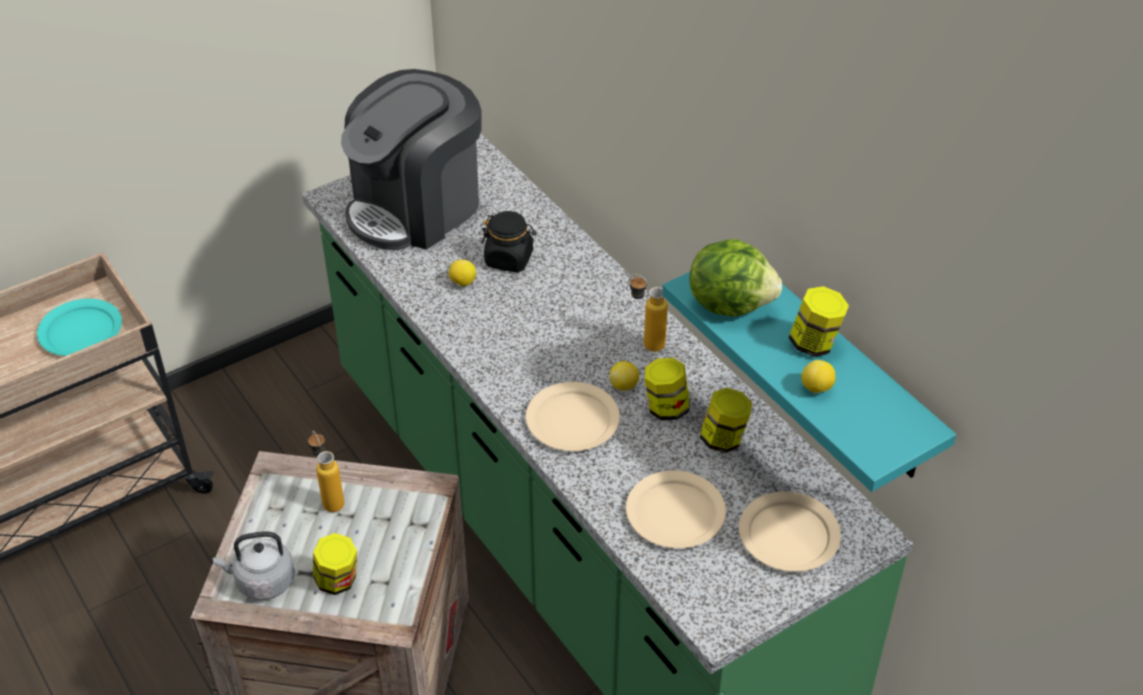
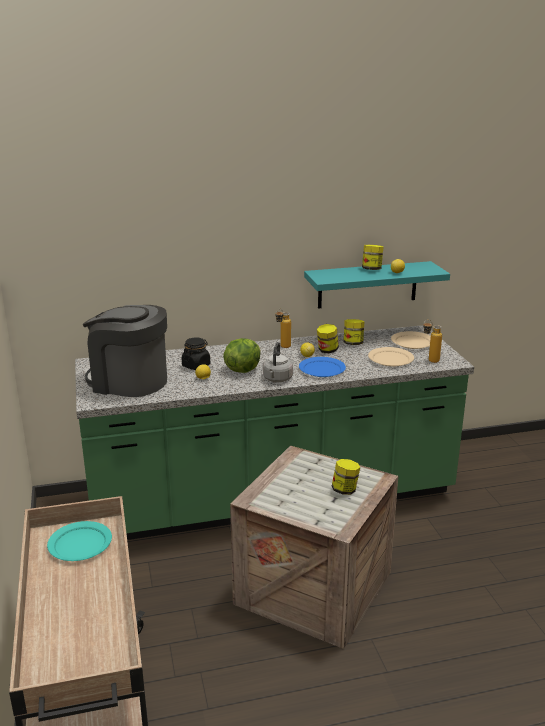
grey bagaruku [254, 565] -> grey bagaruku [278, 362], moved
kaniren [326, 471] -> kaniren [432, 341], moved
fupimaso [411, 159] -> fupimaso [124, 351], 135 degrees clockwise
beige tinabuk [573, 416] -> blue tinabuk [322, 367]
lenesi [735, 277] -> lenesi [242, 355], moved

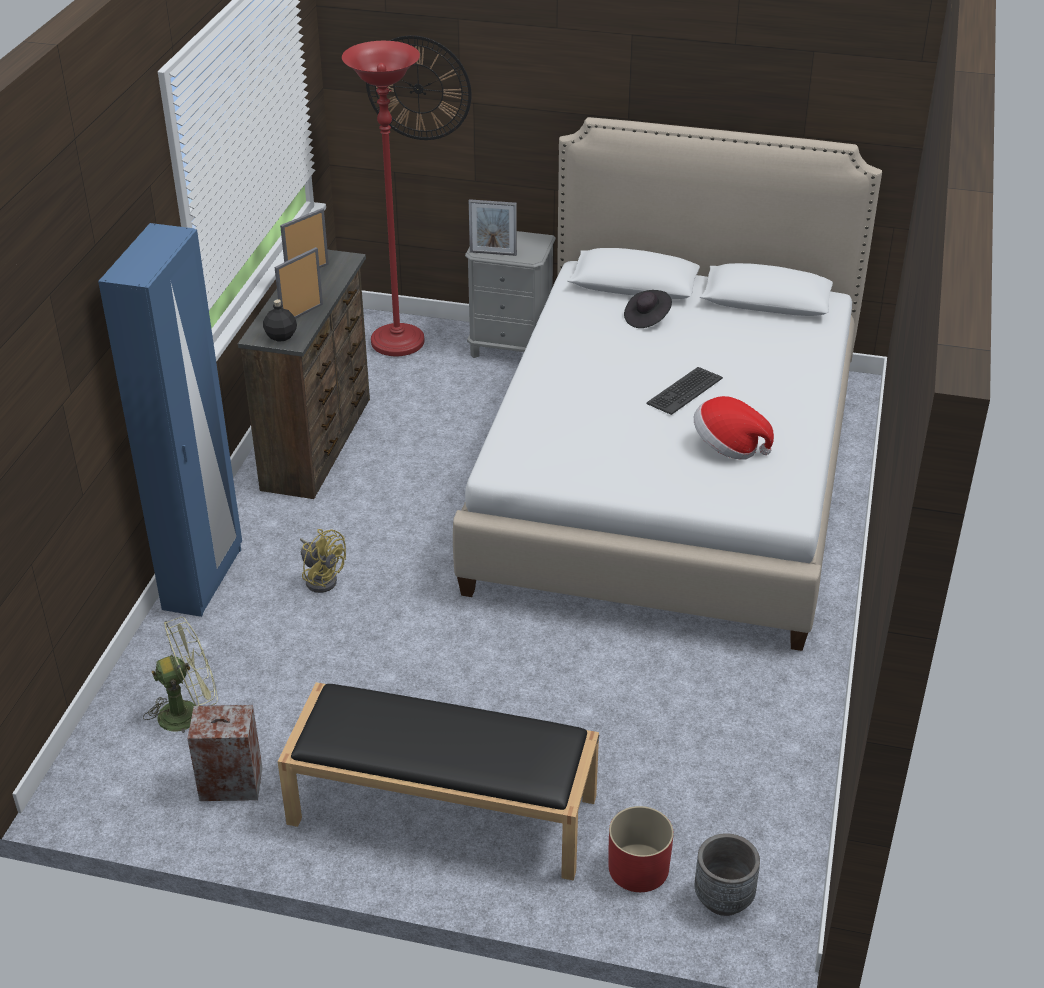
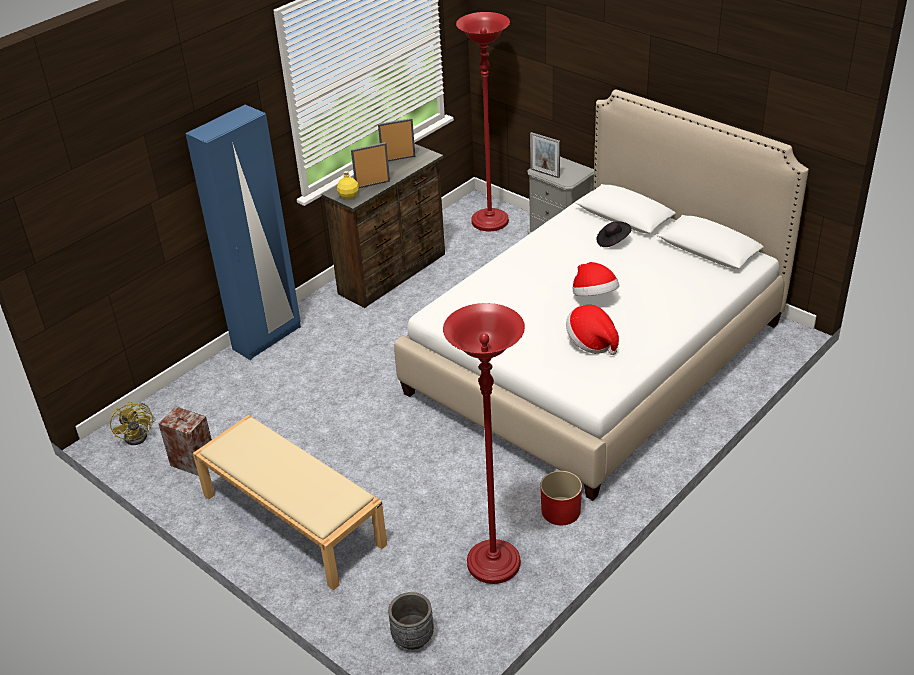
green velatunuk [180, 675] -> none
black kaniren [280, 320] -> yellow kaniren [348, 185]
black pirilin [438, 781] -> beige pirilin [290, 502]
yellow velatunuk [323, 561] -> yellow velatunuk [133, 423], moved
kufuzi [419, 87] -> none
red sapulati [641, 849] -> red sapulati [561, 498], moved
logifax [684, 391] -> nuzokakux [596, 279]
none -> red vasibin [484, 443]

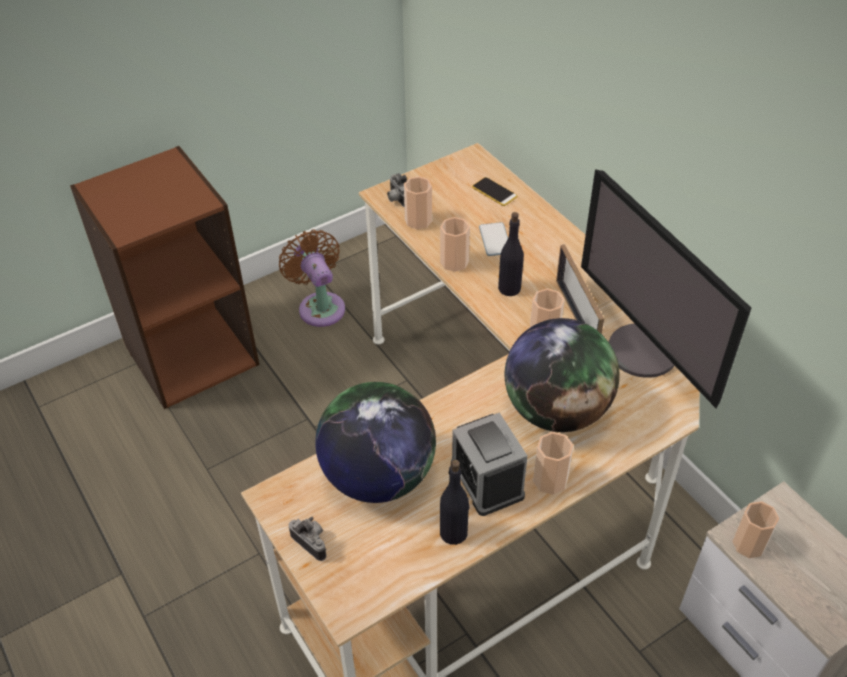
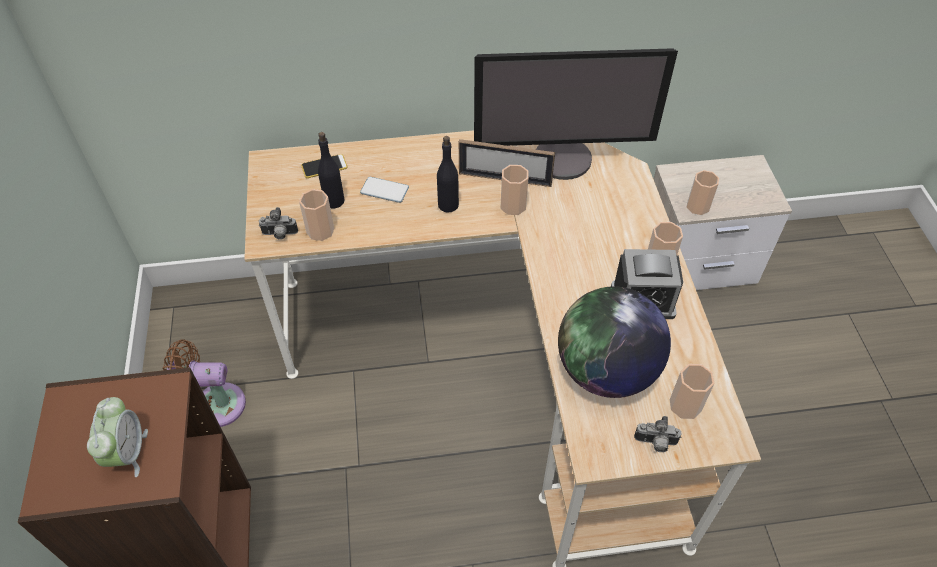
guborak [308, 539] -> guborak [657, 434], 150 degrees counterclockwise
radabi [455, 244] -> radabi [692, 391], moved
black kaniren [455, 502] -> black kaniren [331, 170], moved
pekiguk [562, 375] -> none
none -> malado [117, 437]

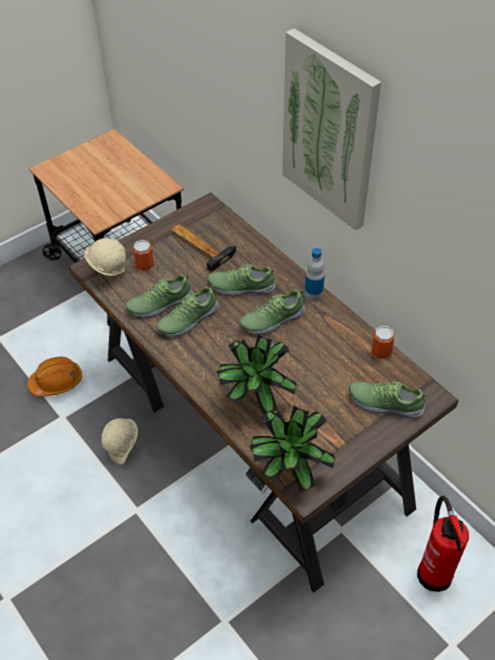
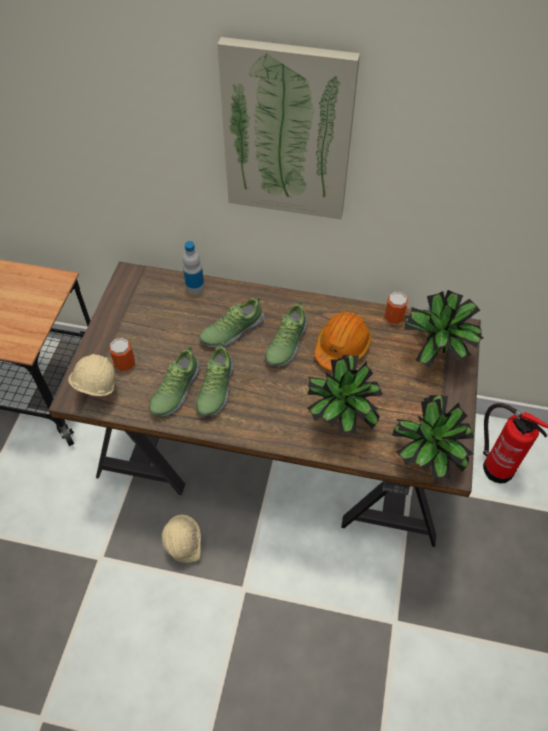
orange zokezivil [54, 377] -> orange zokezivil [342, 341], moved
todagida [204, 248] -> none
kaniren [315, 274] -> kaniren [194, 268], moved
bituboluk [388, 399] -> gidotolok [444, 329]

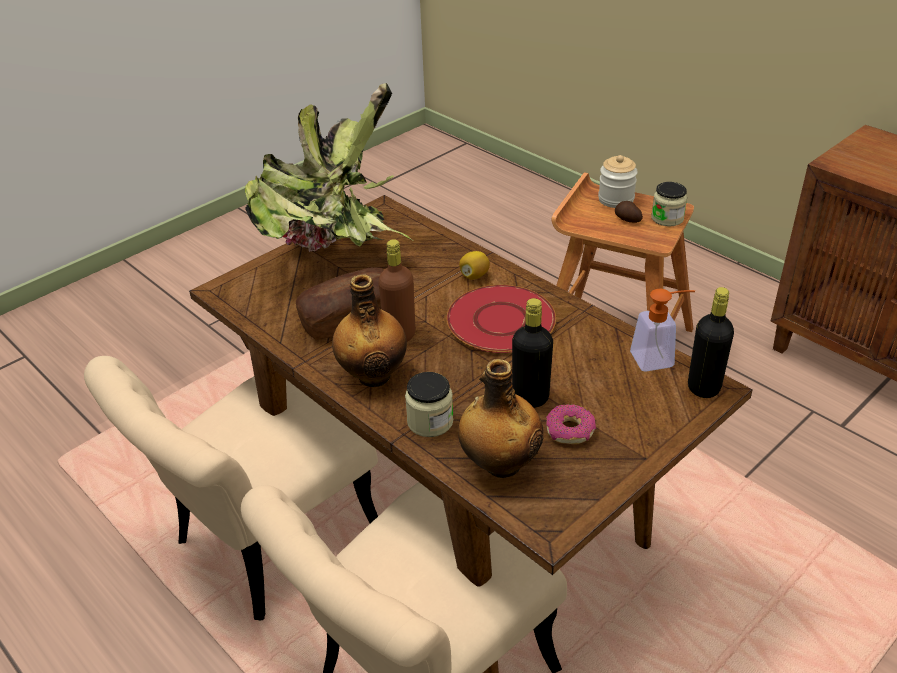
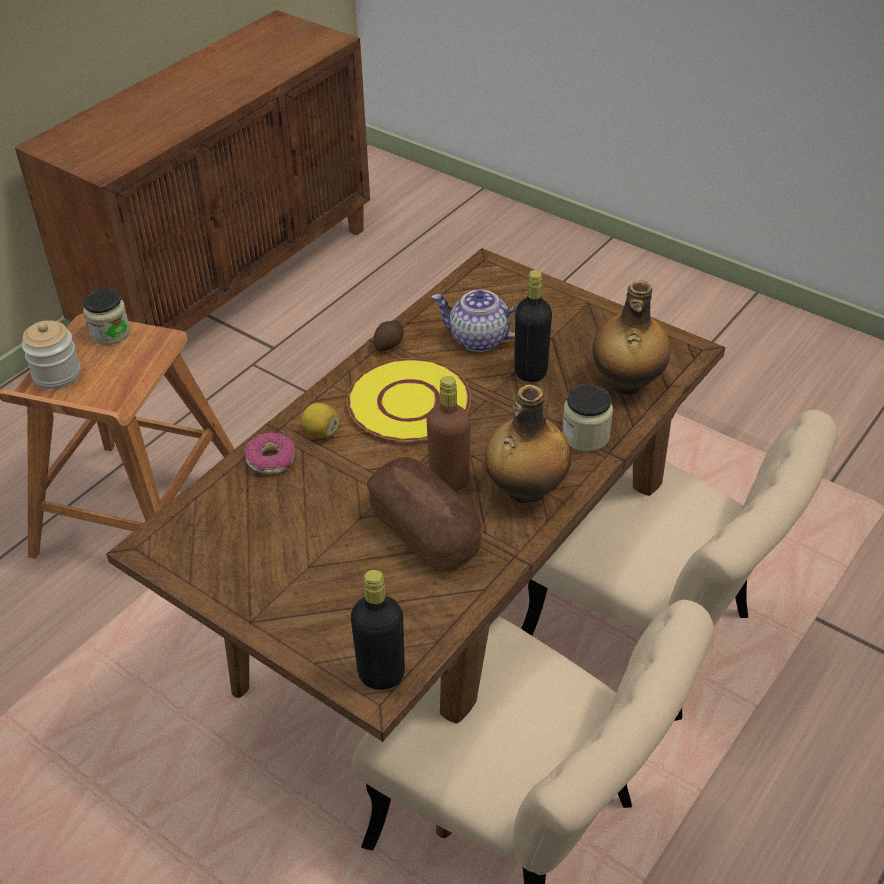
gidotolok [329, 167] -> none
red tinabuk [501, 319] -> yellow tinabuk [409, 400]
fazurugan [571, 424] -> fazurugan [269, 453], moved
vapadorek [629, 212] -> vapadorek [388, 335], moved
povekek [662, 330] -> none
black kaniren [711, 342] -> black kaniren [378, 630], moved
none -> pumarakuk [474, 321]

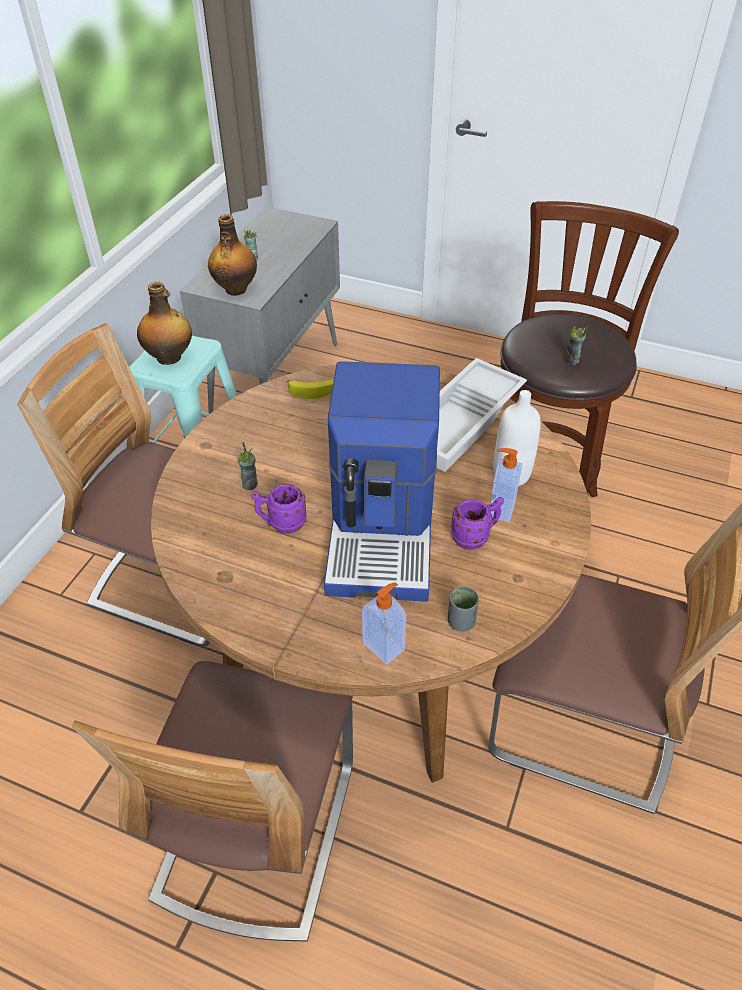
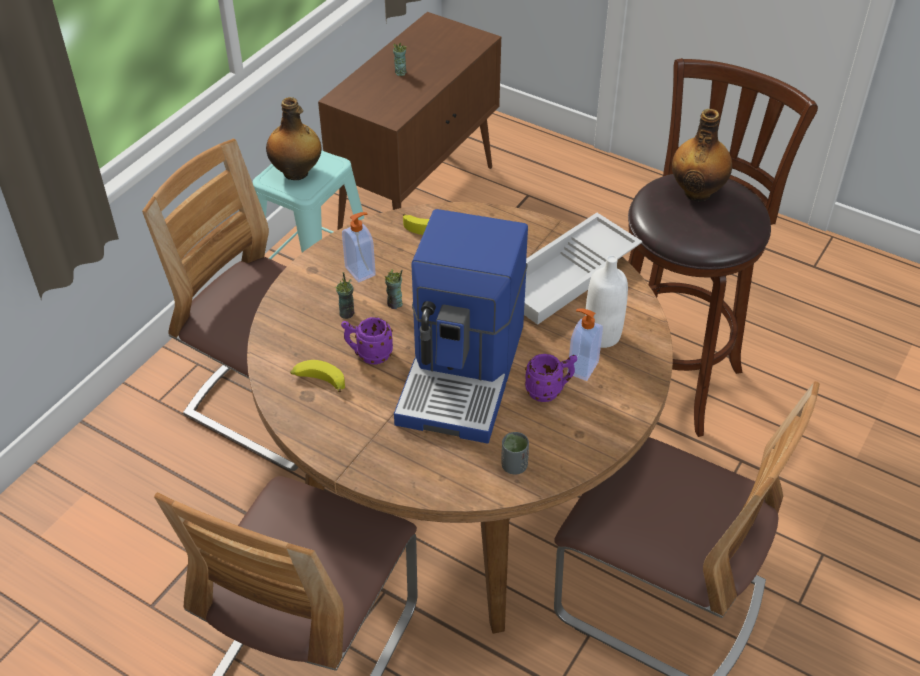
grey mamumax [260, 310] -> brown mamumax [409, 121]
kaniren [232, 255] -> kaniren [702, 155], moved
povekek [384, 623] -> povekek [359, 247], moved
radabi [577, 344] -> radabi [394, 289], moved
none -> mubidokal [317, 376]

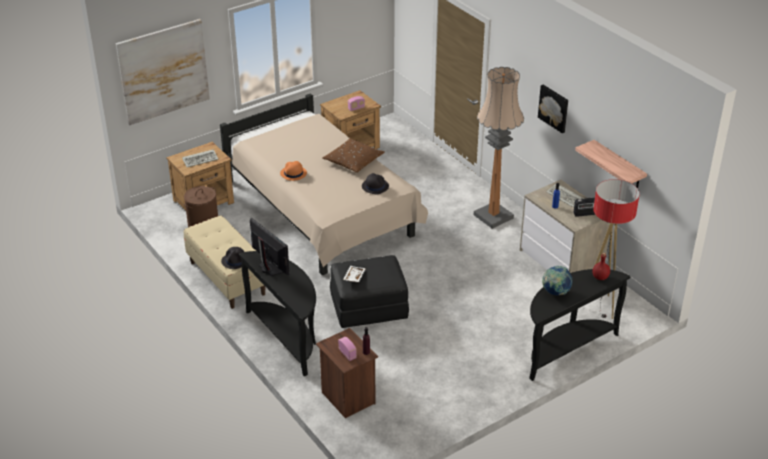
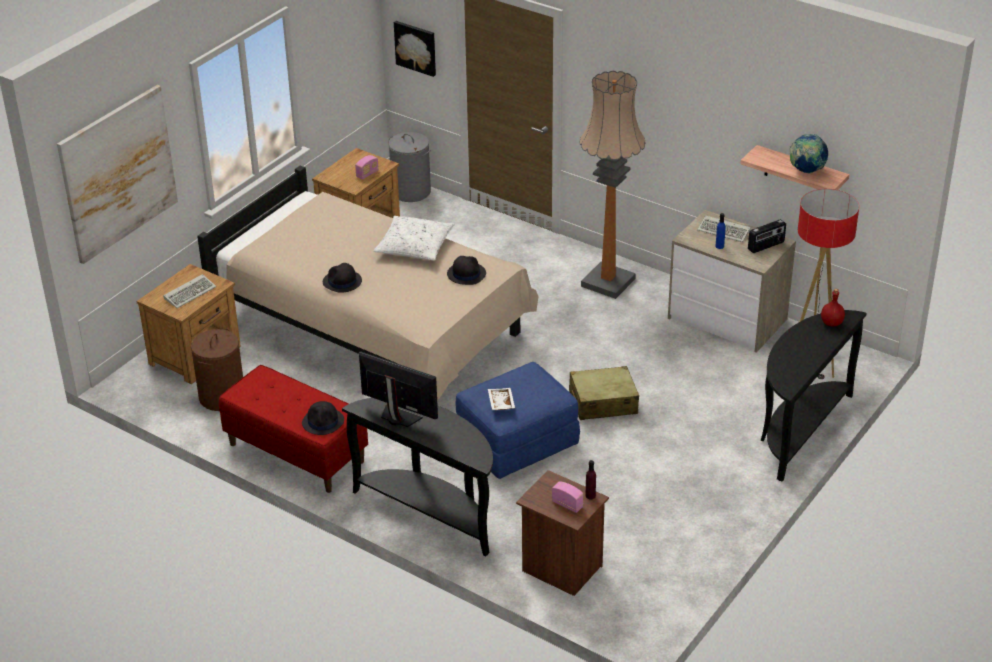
beige pirilin [224, 262] -> red pirilin [293, 429]
orange nuzokakux [293, 171] -> black nuzokakux [342, 278]
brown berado [354, 155] -> white berado [414, 238]
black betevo [369, 291] -> blue betevo [518, 420]
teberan [553, 109] -> teberan [415, 49], moved
pekiguk [557, 281] -> pekiguk [809, 153], moved
none -> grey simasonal [409, 167]
none -> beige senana [604, 393]

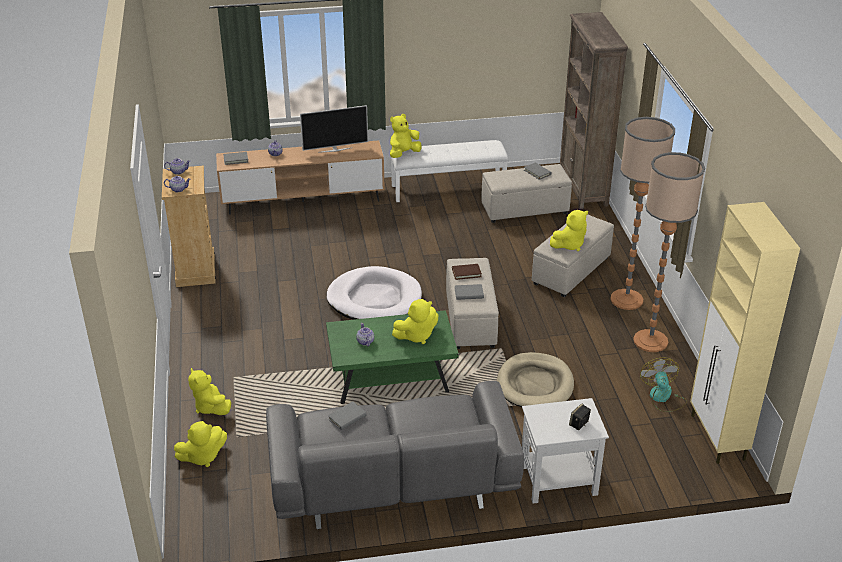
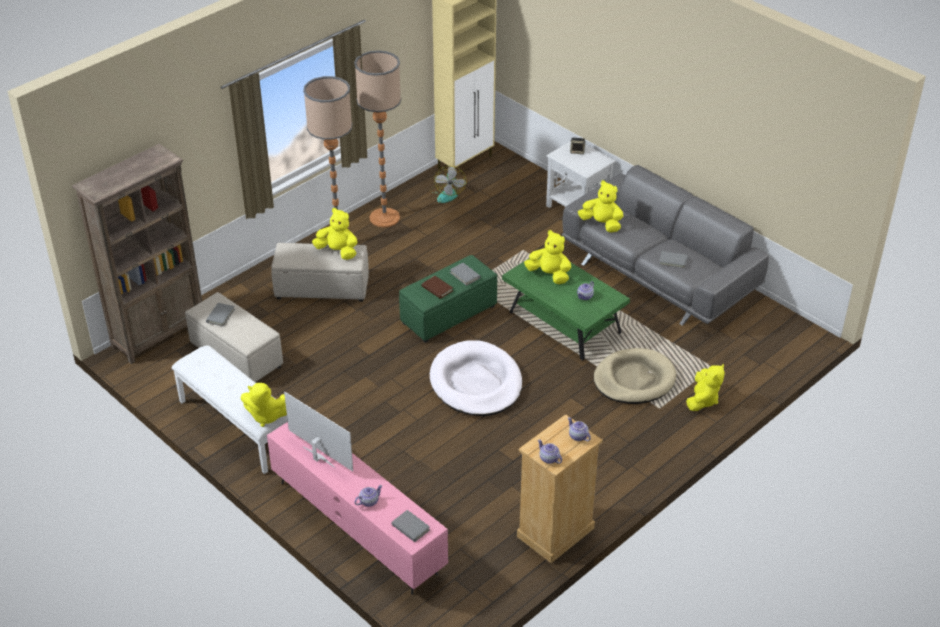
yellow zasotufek [200, 444] -> yellow zasotufek [600, 206], moved
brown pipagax [300, 177] -> pink pipagax [357, 508]
beige betevo [472, 303] -> green betevo [448, 299]
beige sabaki [535, 379] -> beige sabaki [635, 376], moved
velatunuk [663, 384] -> velatunuk [448, 184], 45 degrees counterclockwise

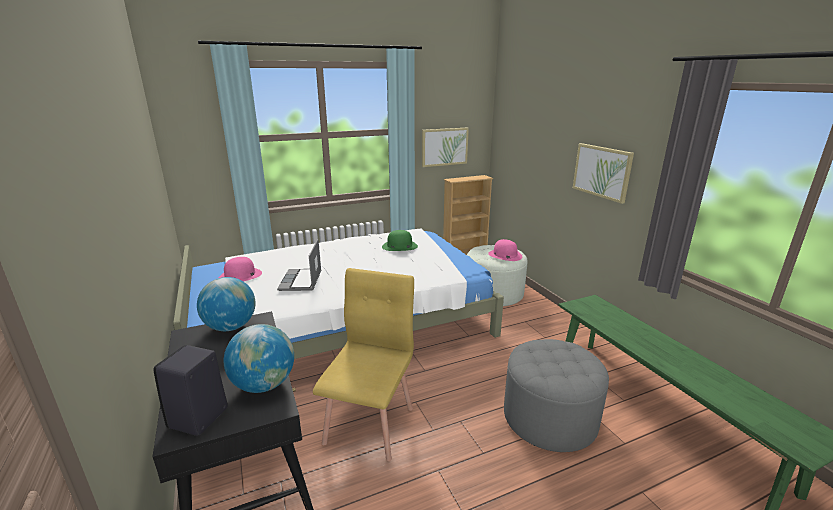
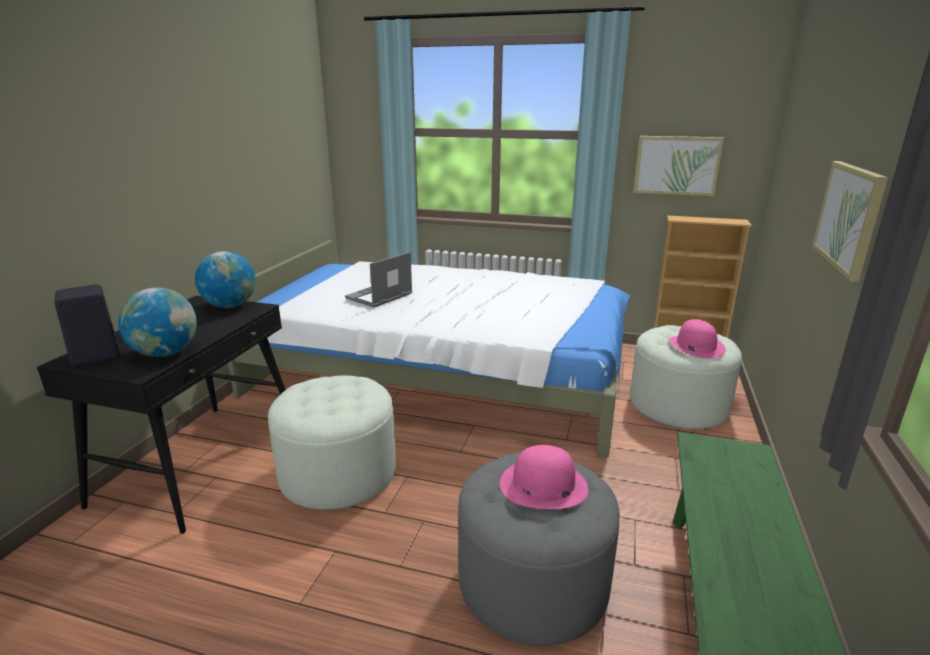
pink nuzokakux [240, 269] -> pink nuzokakux [544, 477], moved
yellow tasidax [363, 364] -> white betevo [332, 442]
green nuzokakux [400, 240] -> none

